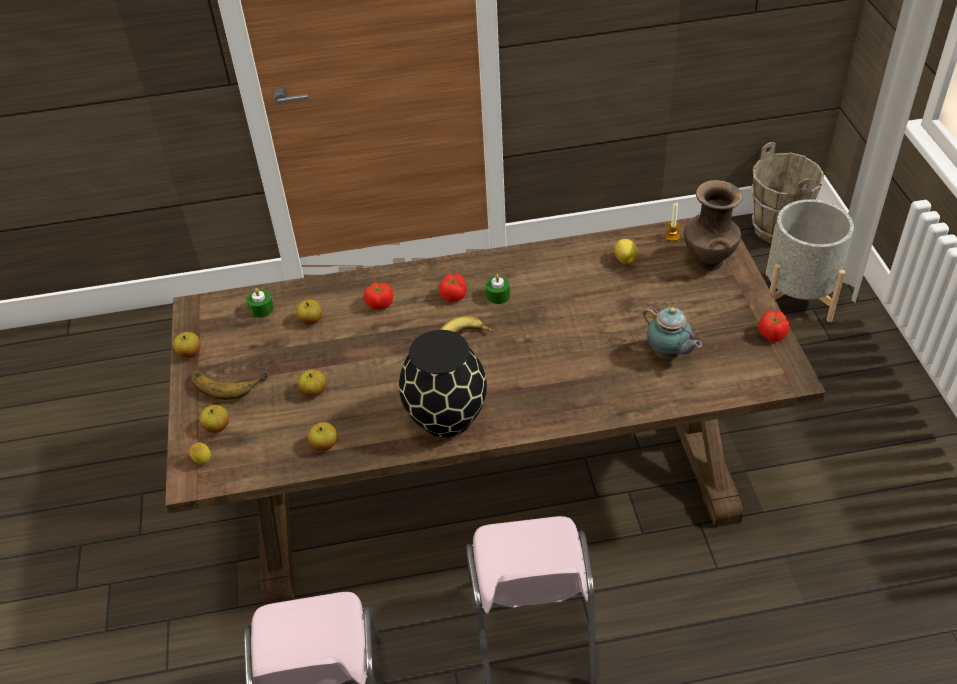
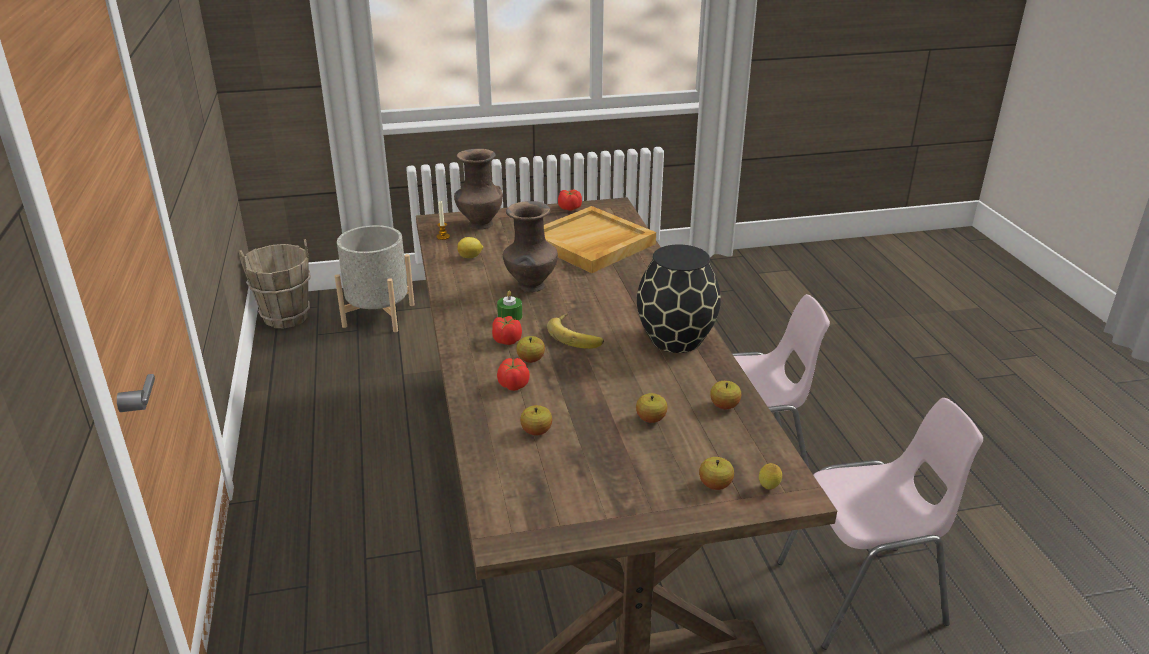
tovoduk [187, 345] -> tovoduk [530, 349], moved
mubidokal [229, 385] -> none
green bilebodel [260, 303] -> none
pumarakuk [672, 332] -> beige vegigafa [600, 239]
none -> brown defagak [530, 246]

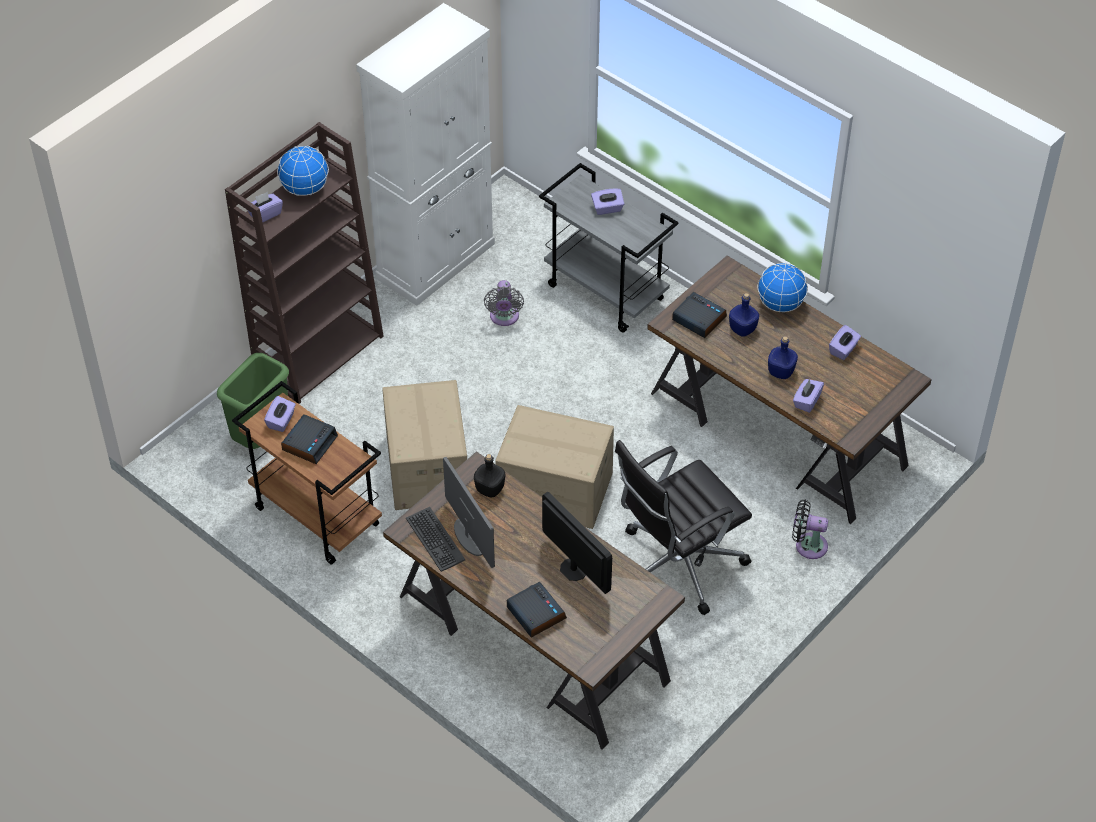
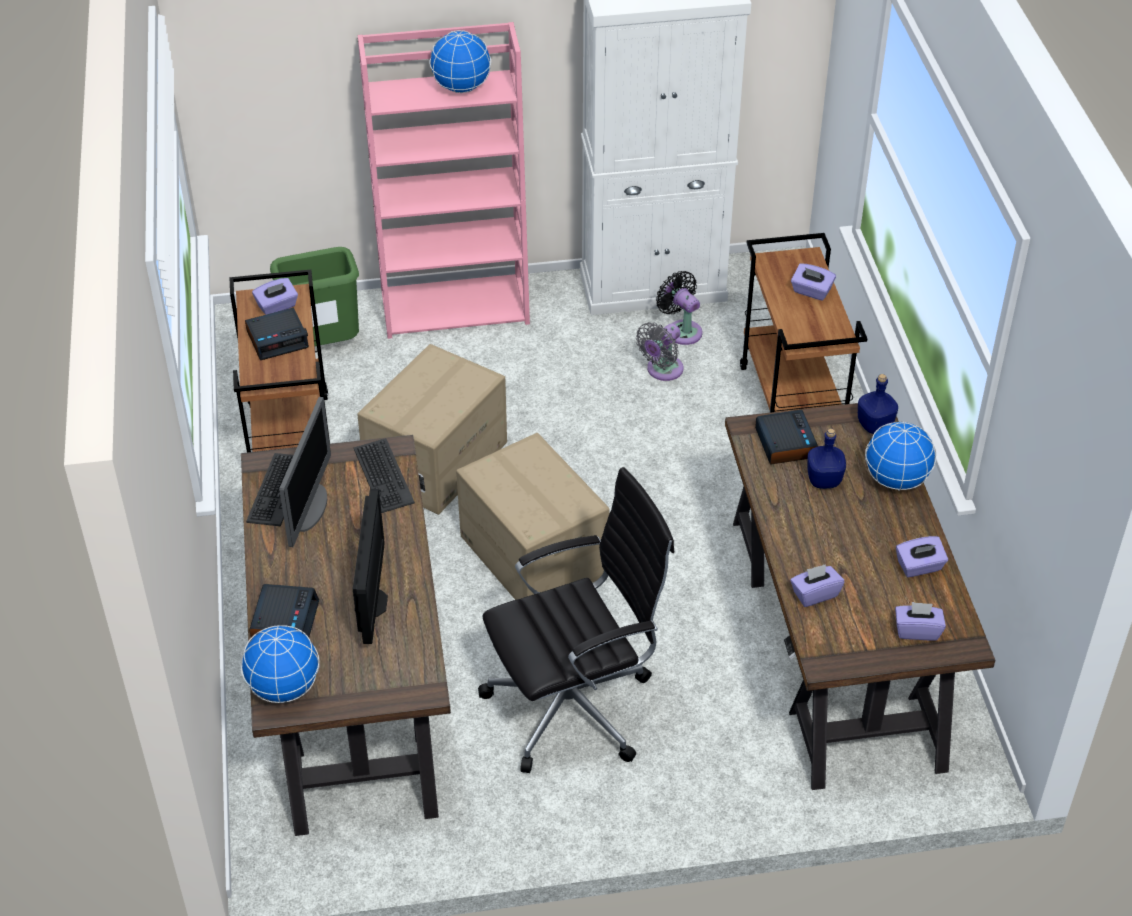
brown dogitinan [304, 263] -> pink dogitinan [444, 180]
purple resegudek [265, 207] -> purple resegudek [920, 621], moved
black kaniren [489, 476] -> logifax [384, 475]
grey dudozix [608, 248] -> brown dudozix [803, 323]
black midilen [683, 527] -> black midilen [576, 620], 150 degrees clockwise
blue kaniren [783, 357] -> blue kaniren [878, 404], moved
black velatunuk [810, 529] -> black velatunuk [679, 308], moved
none -> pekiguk [280, 664]

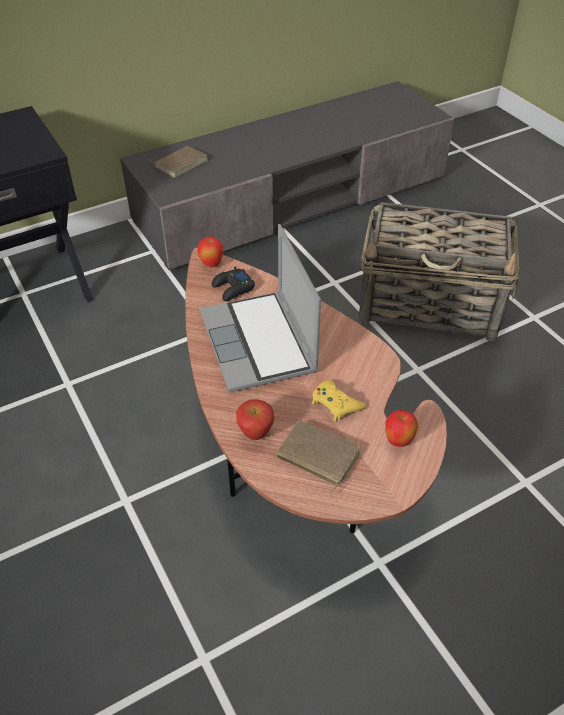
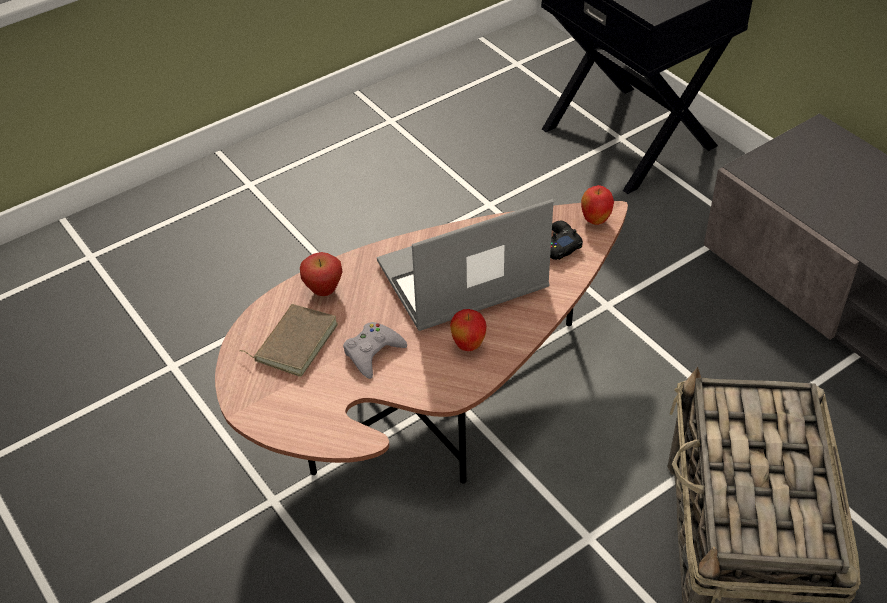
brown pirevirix [178, 162] -> none
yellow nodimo [339, 400] -> grey nodimo [375, 350]
tovoduk [401, 428] -> tovoduk [468, 330], moved

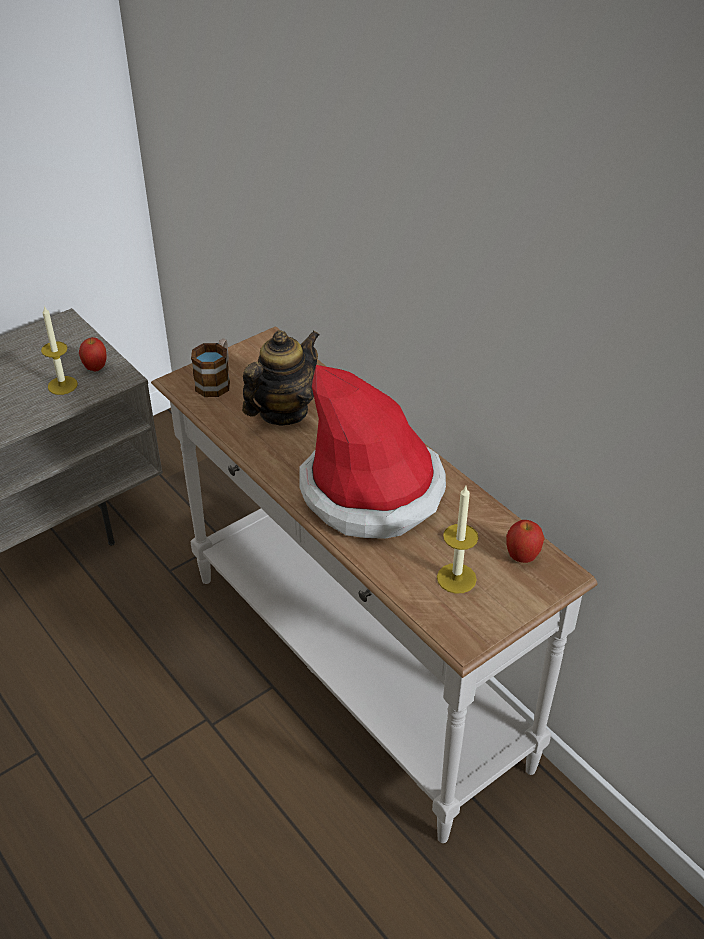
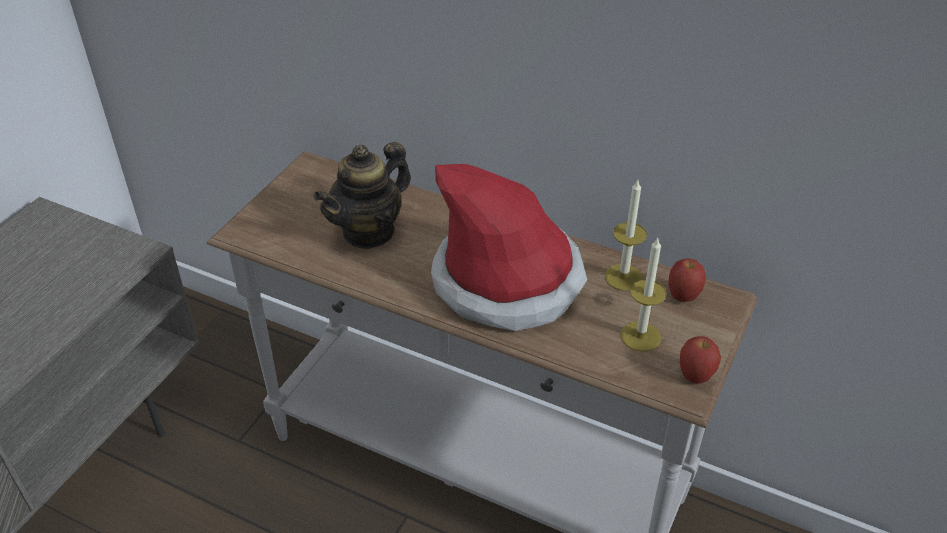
bilebodel [59, 350] -> bilebodel [626, 235], moved
tovoduk [93, 354] -> tovoduk [700, 360], moved
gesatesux [210, 368] -> none
pumarakuk [281, 378] -> pumarakuk [362, 195], 150 degrees counterclockwise

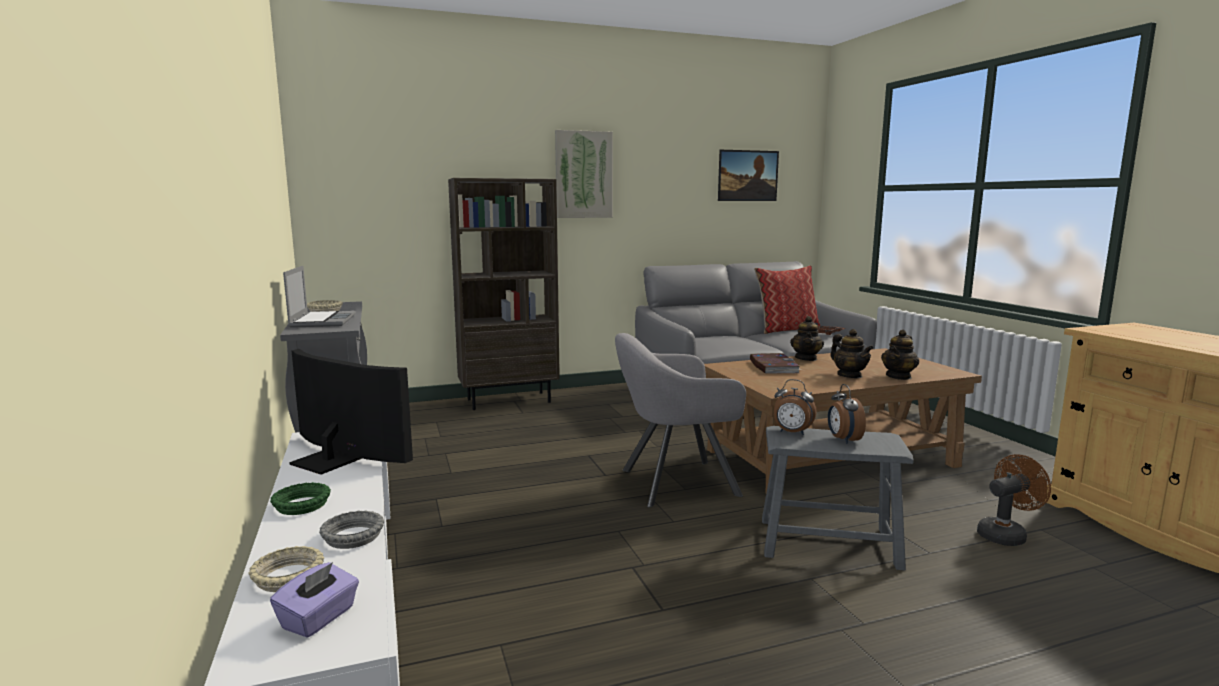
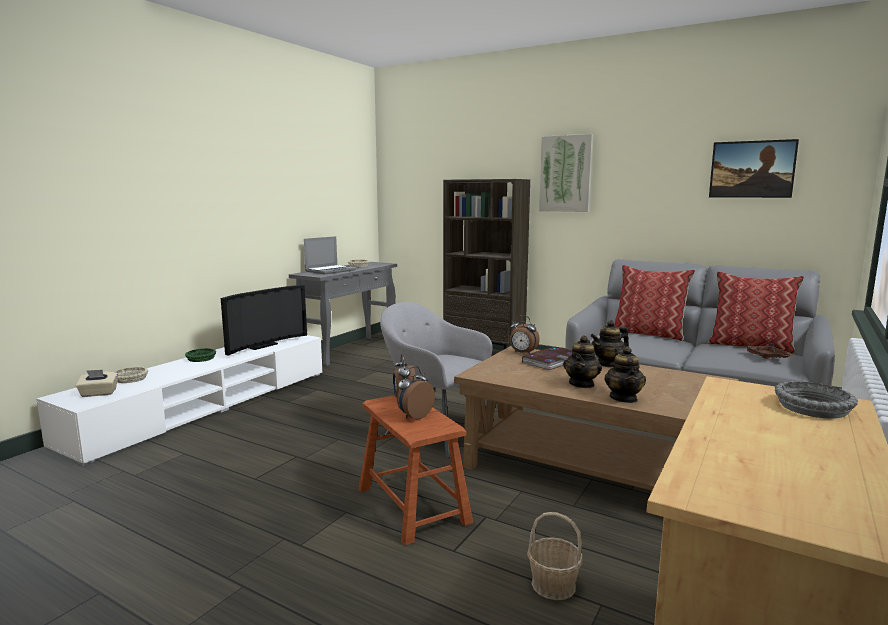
purple resegudek [314, 600] -> beige resegudek [97, 383]
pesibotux [351, 412] -> pesibotux [264, 320], 45 degrees clockwise
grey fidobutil [351, 529] -> grey fidobutil [816, 400], moved
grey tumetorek [838, 498] -> brown tumetorek [416, 470]
pumarakuk [900, 354] -> pumarakuk [625, 374], 90 degrees counterclockwise
brown velatunuk [1014, 500] -> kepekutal [555, 556]
none -> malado [525, 334]
none -> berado [654, 303]

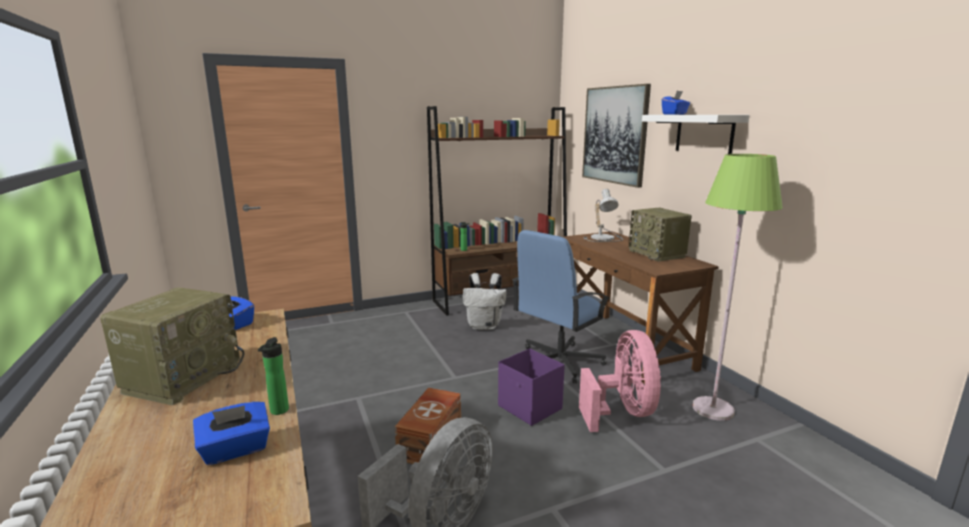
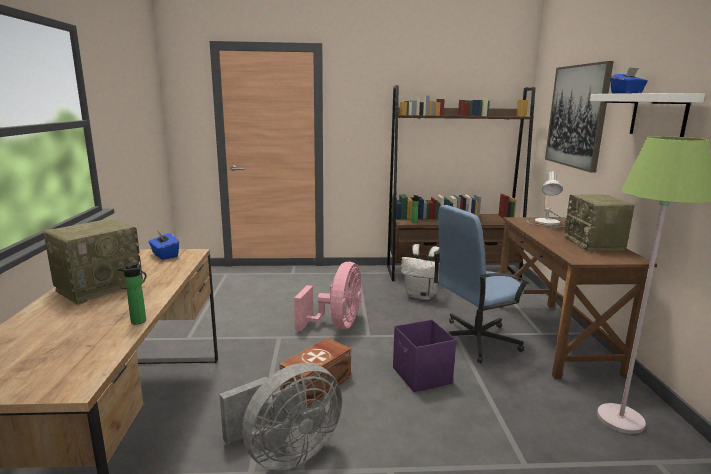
blue resegudek [231, 433] -> none
pink velatunuk [620, 381] -> pink velatunuk [328, 296], moved

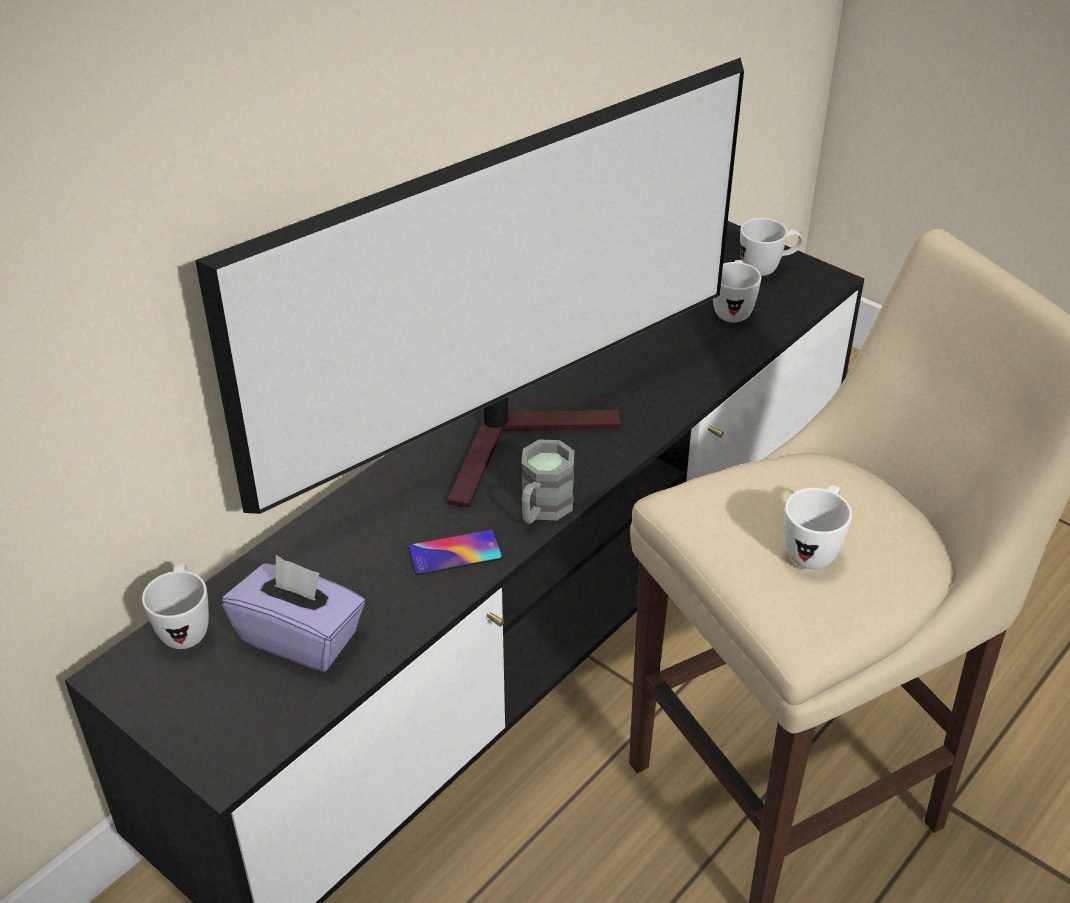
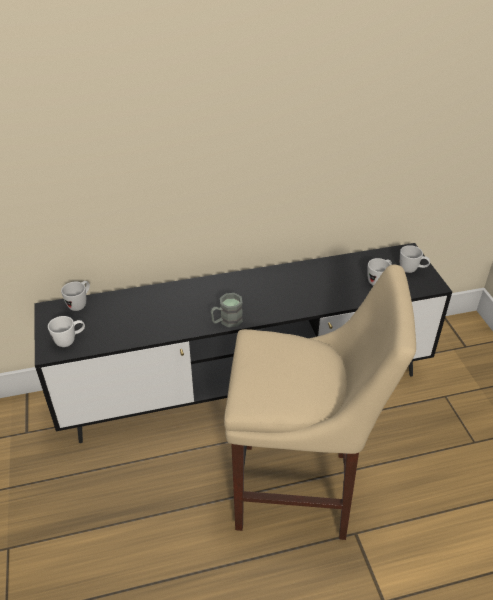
pesibotux [469, 285] -> none
purple resegudek [293, 613] -> none
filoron [455, 552] -> none
white gesatesux [818, 527] -> white gesatesux [66, 331], moved

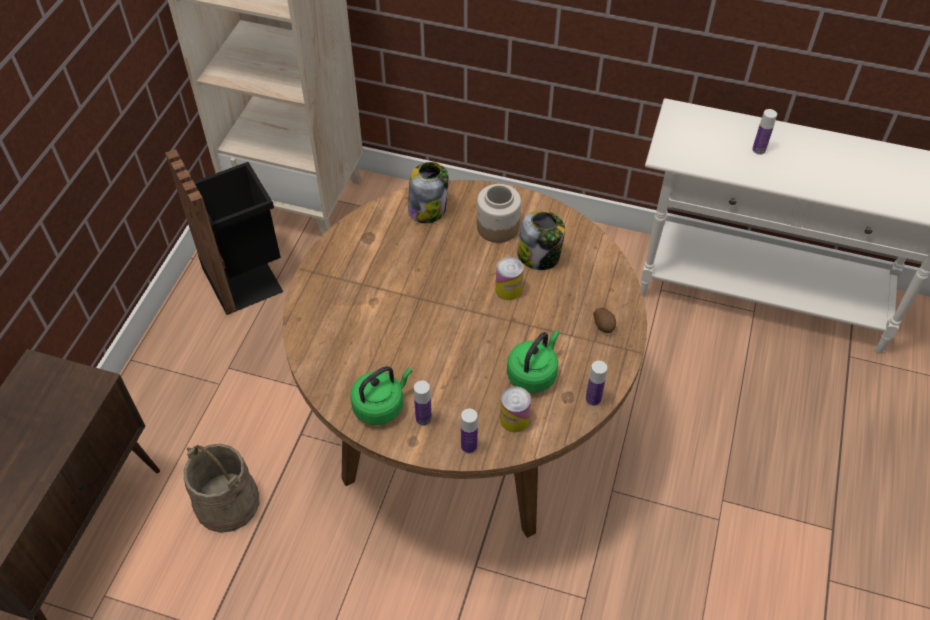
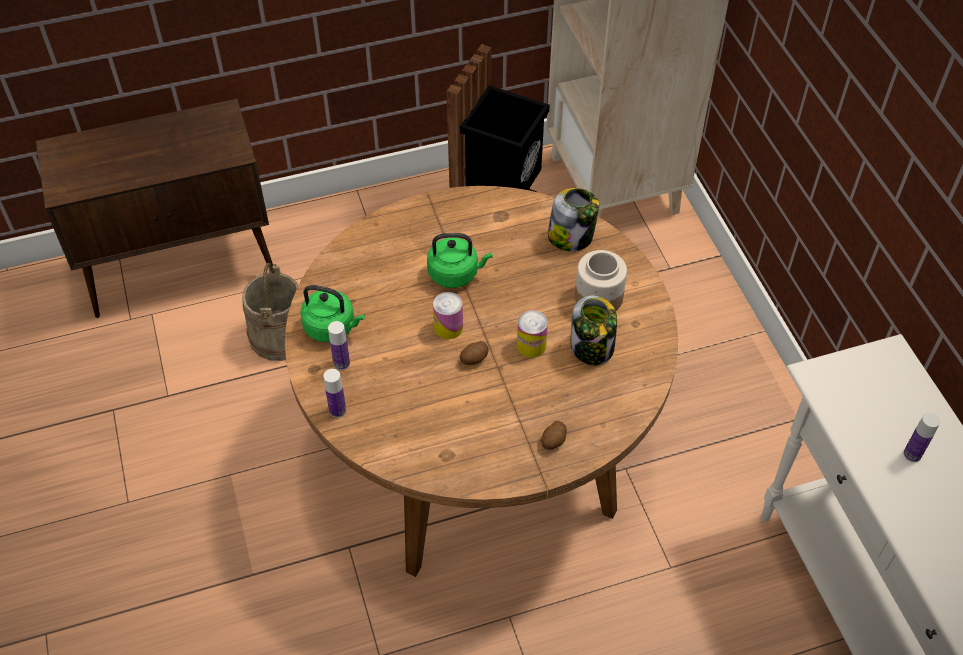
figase [515, 409] -> figase [448, 315], moved
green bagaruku [533, 362] -> green bagaruku [460, 260], moved
kaniren [596, 383] -> none
none -> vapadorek [474, 353]

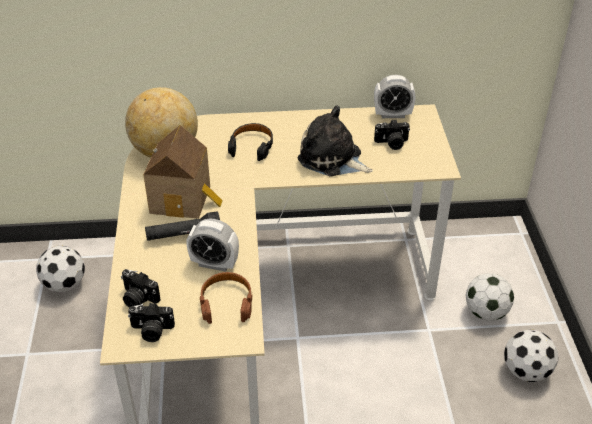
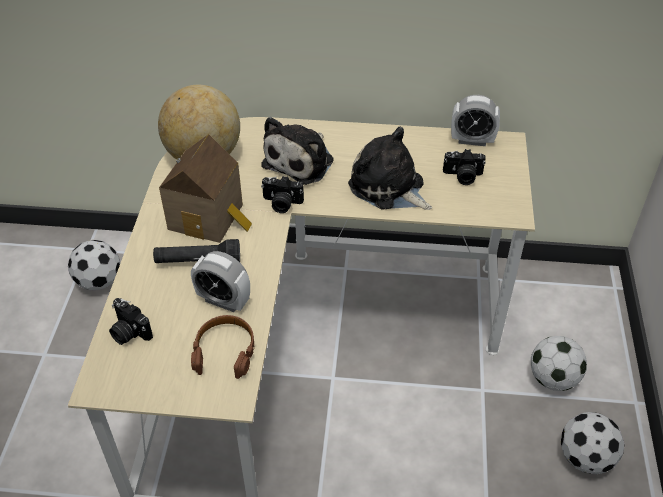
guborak [151, 322] -> guborak [282, 194], moved
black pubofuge [250, 142] -> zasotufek [297, 151]

